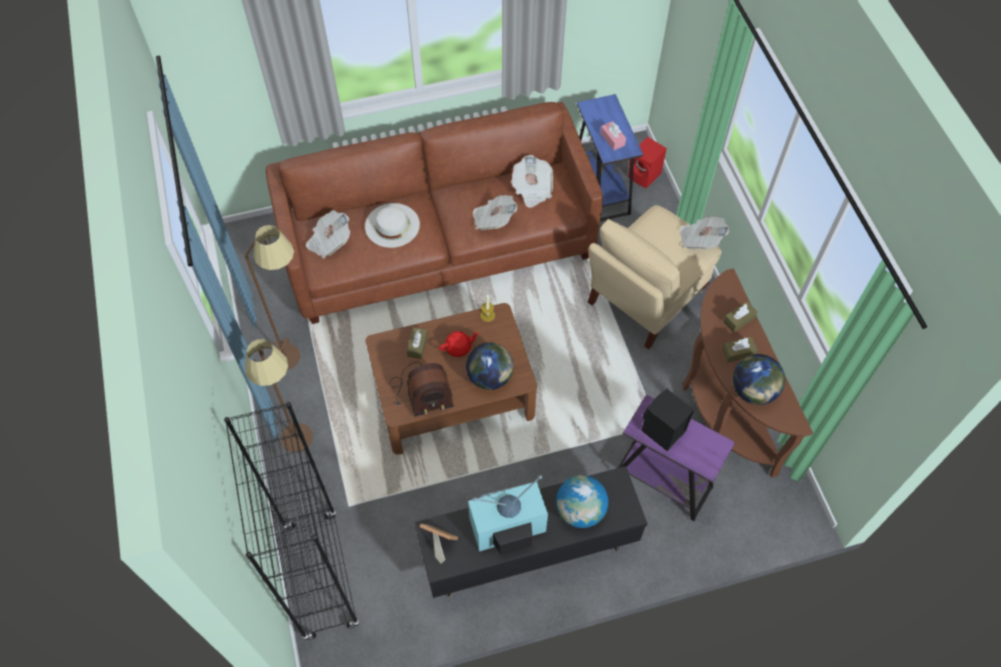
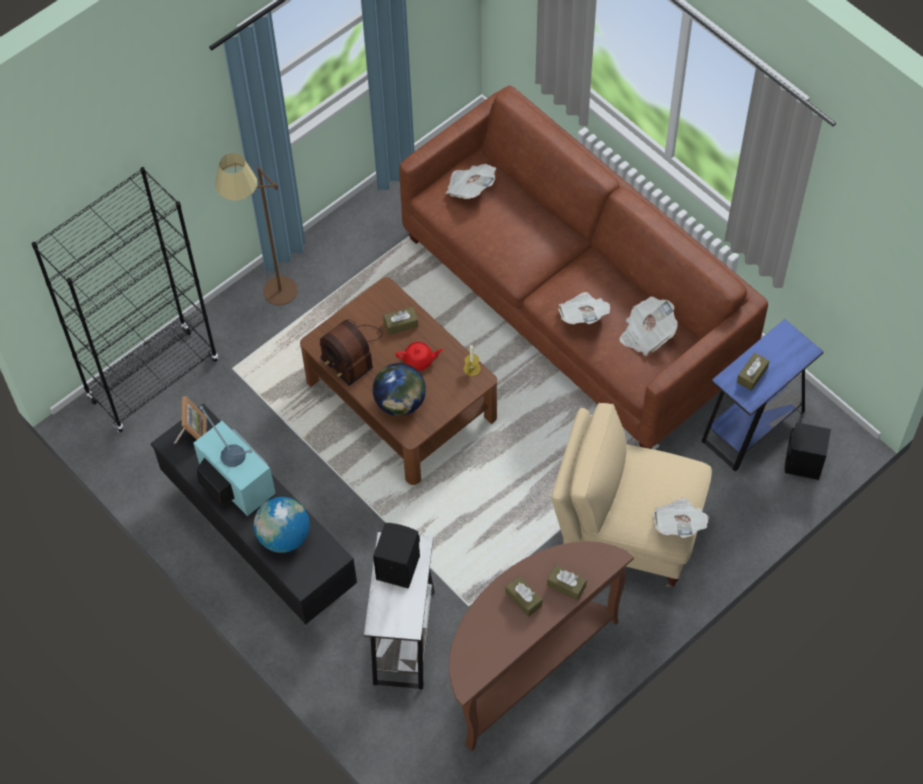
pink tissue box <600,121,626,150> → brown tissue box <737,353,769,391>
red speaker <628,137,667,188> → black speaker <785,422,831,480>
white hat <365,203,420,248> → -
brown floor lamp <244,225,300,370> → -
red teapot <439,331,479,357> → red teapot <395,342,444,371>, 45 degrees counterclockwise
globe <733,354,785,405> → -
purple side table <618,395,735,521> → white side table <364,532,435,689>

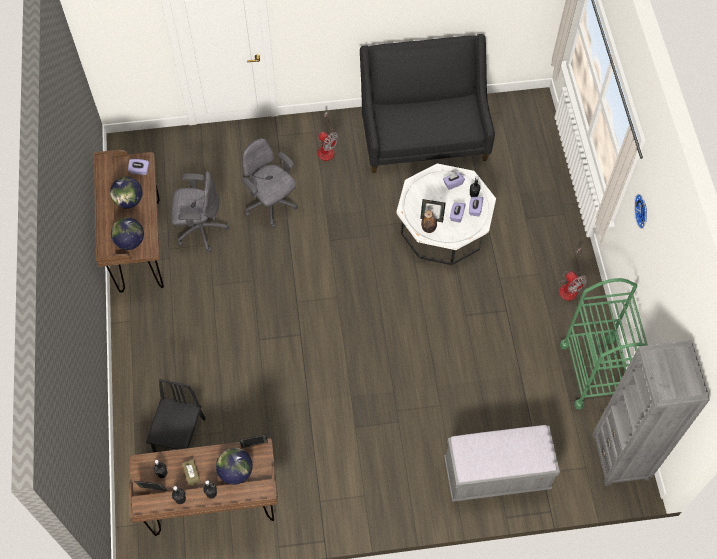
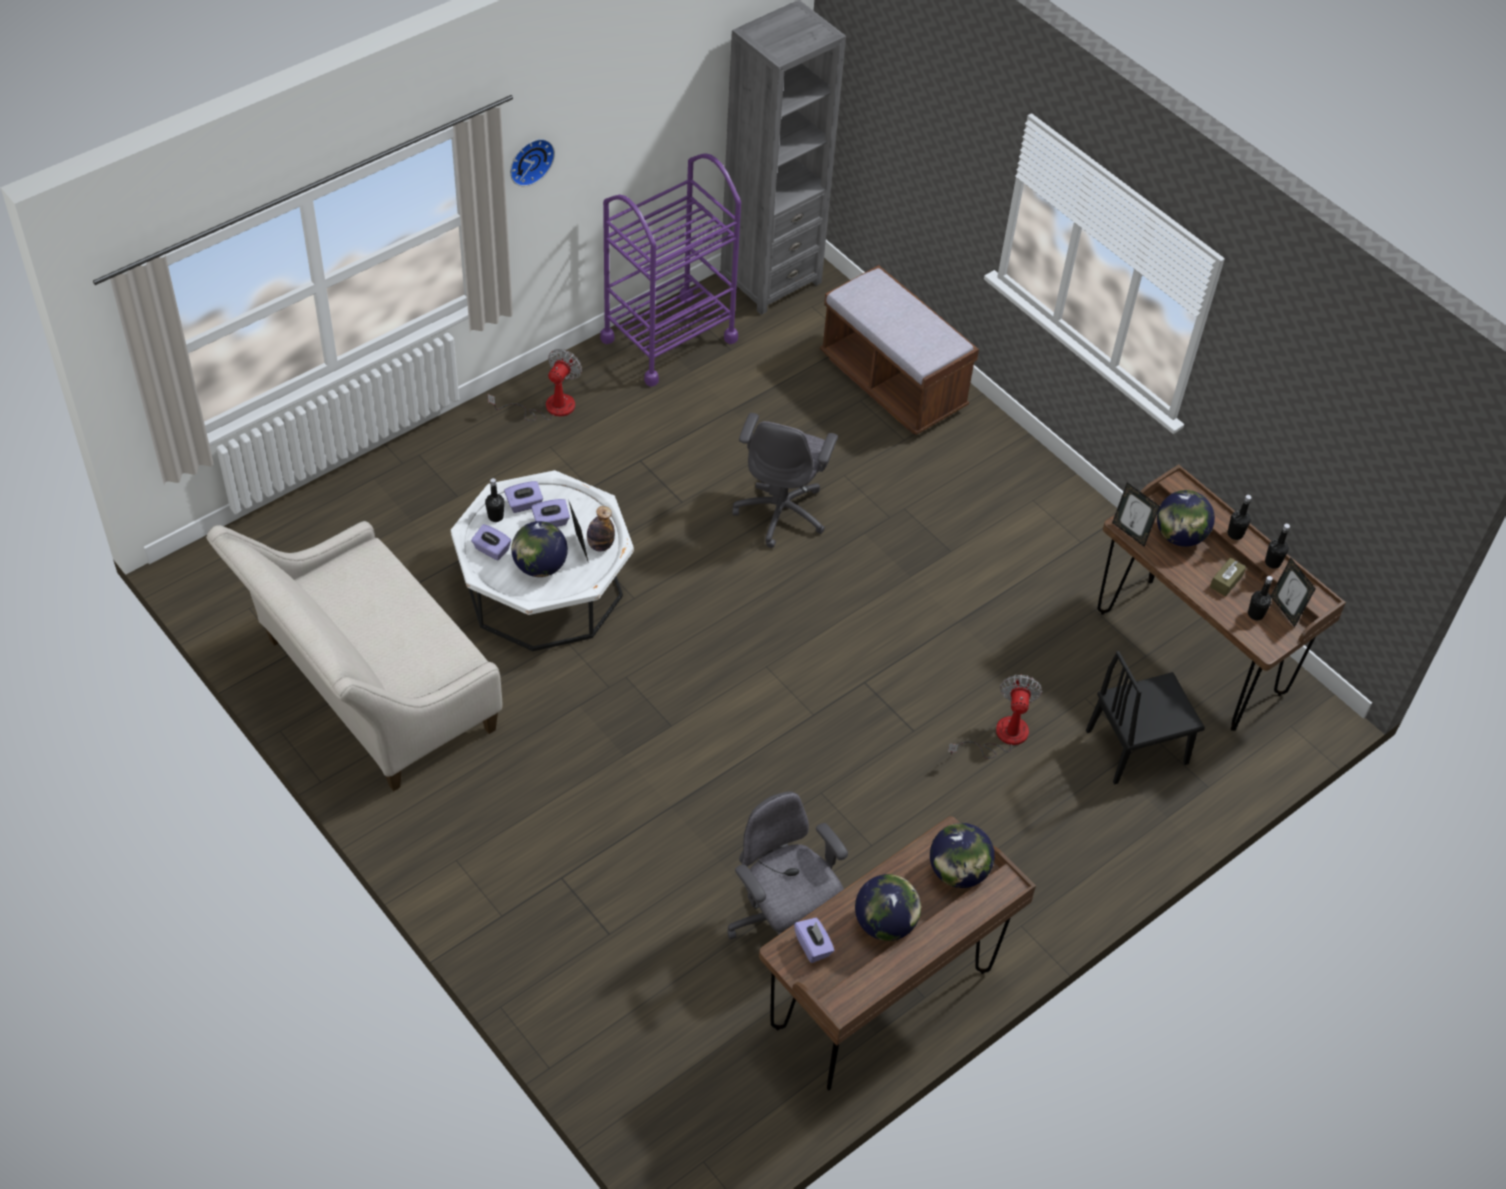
black sofa <360,34,495,173> → beige sofa <206,521,502,791>
fan <316,112,338,161> → fan <948,674,1042,759>, move
grey office chair <241,138,298,228> → grey office chair <733,413,838,548>, move
green cart <560,278,648,409> → purple cart <600,153,741,387>
grey bench <444,425,560,502> → brown bench <820,265,979,435>
- → globe <511,521,568,577>

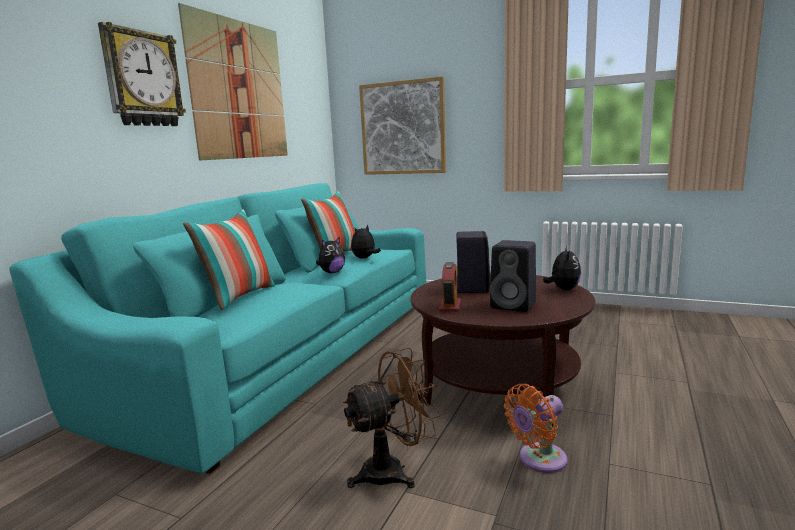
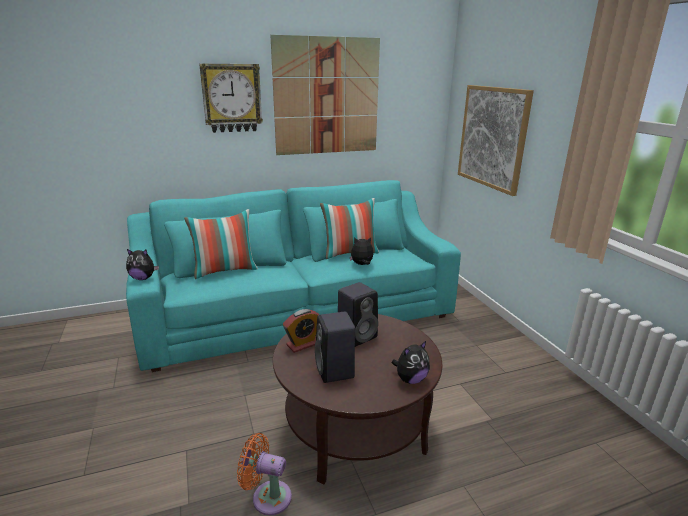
plush toy <316,236,345,273> → plush toy <126,249,159,280>, move
brown fan <343,348,441,488> → -

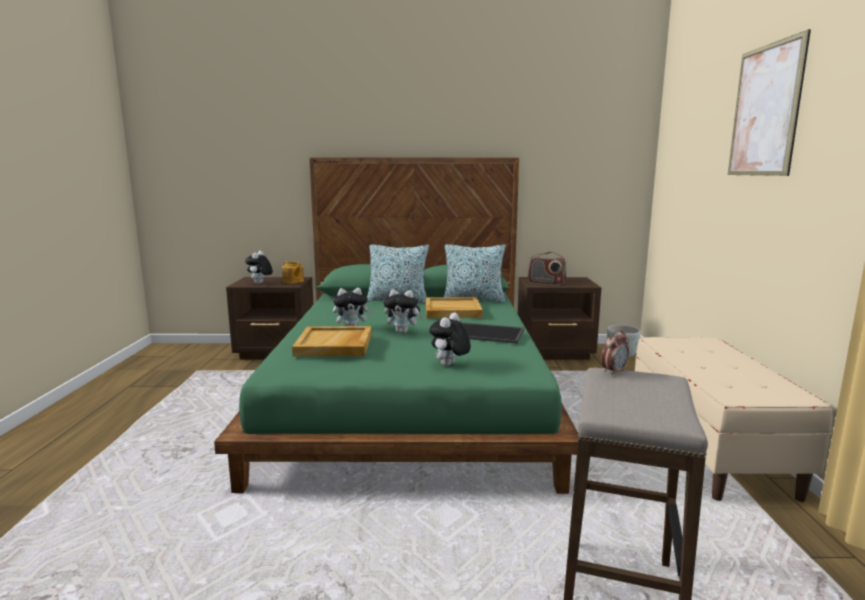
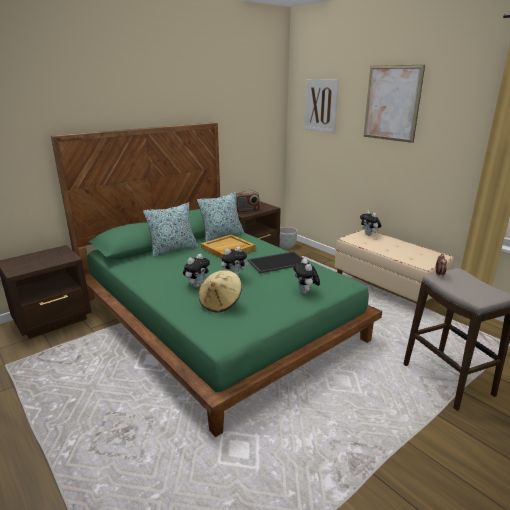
plush toy <245,251,273,284> → plush toy <360,210,382,235>, move
teapot <282,261,304,284> → -
beige tray <292,326,372,356> → beige hat <199,270,242,312>
- → picture <304,79,339,133>

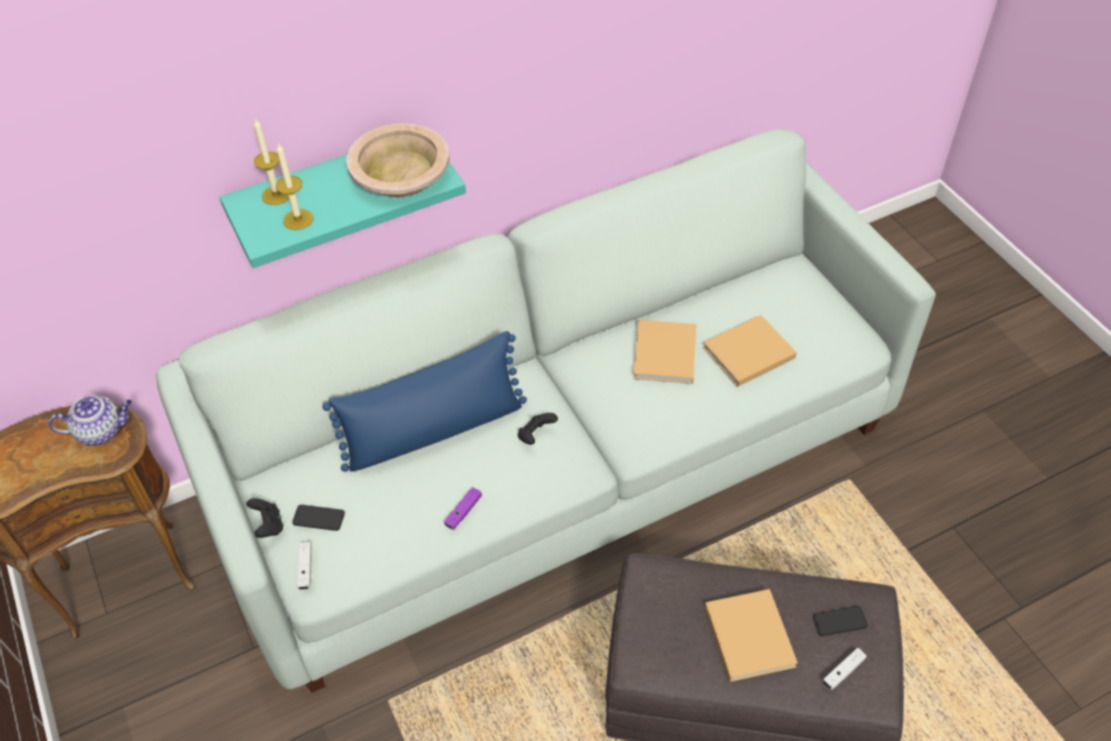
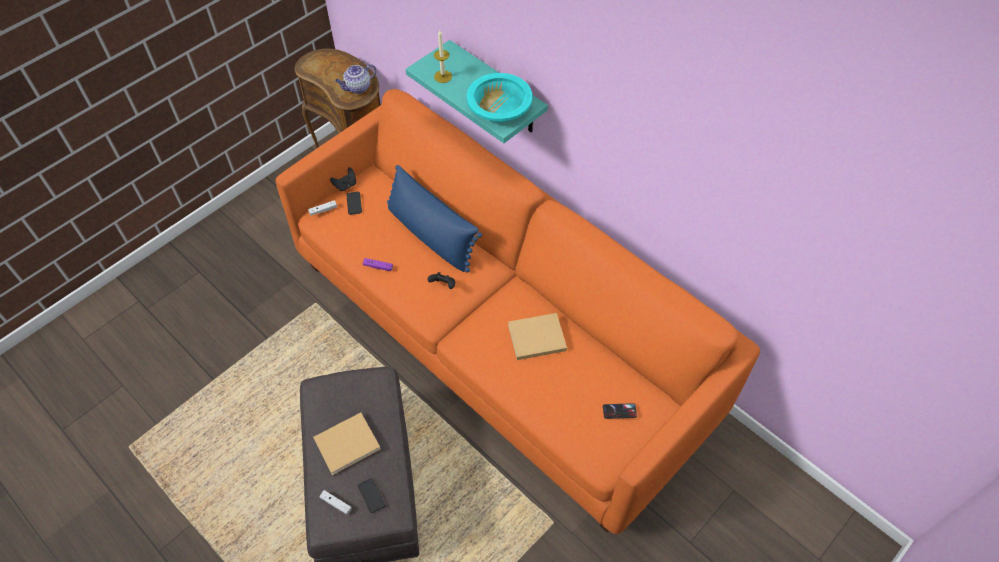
candle <254,118,289,205> → -
beige bowl <346,123,449,197> → turquoise bowl <467,73,532,122>
white sofa <156,129,936,693> → orange sofa <276,89,760,534>
beige book <703,315,797,387> → -
teapot <48,395,132,446> → teapot <335,64,377,94>, 90 degrees clockwise
- → phone <603,403,637,419>

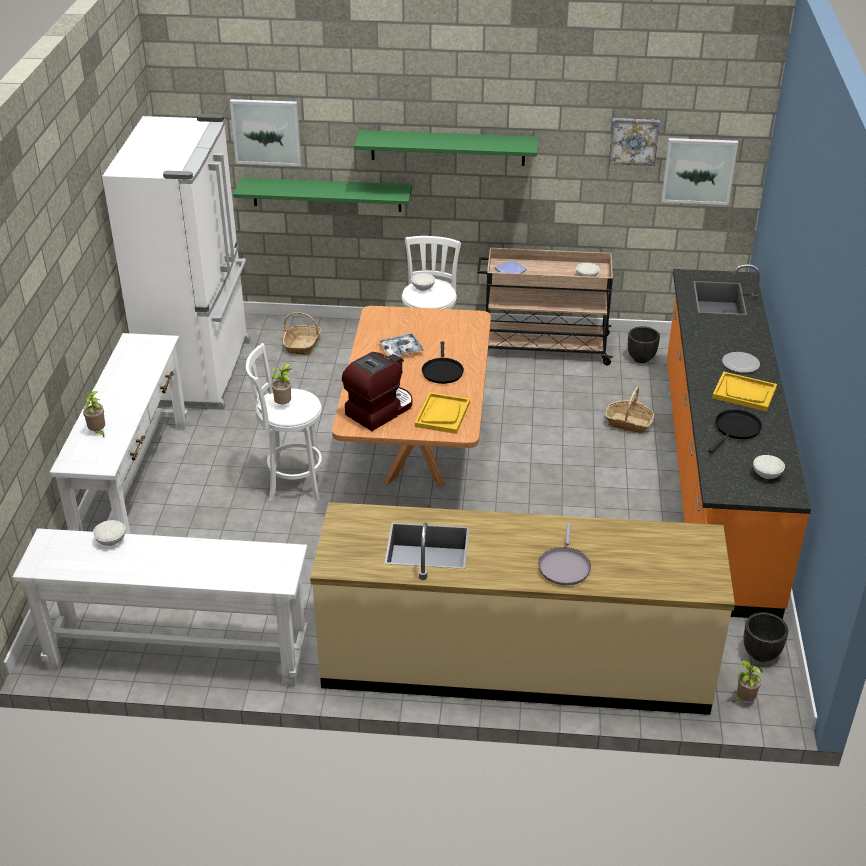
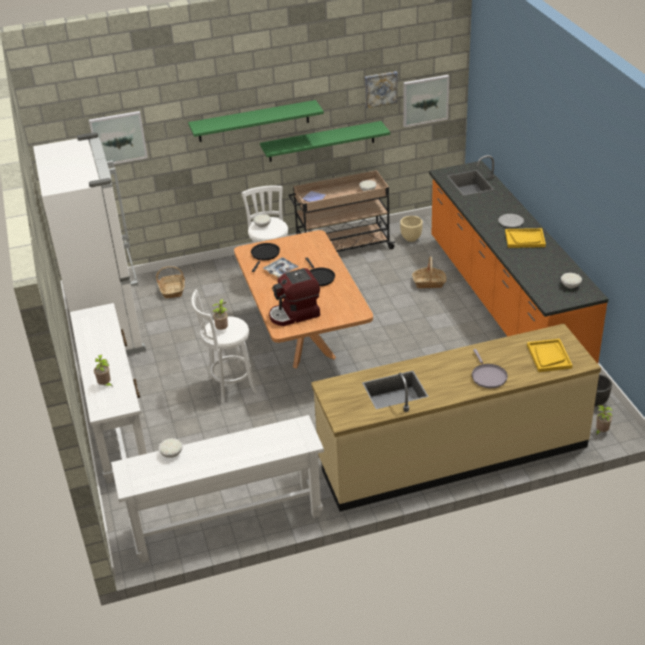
green shelf <233,178,412,212> → green shelf <260,121,390,162>, move
black planter <628,326,660,363> → beige planter <400,216,423,242>
coffee machine <342,352,412,431> → coffee machine <269,268,320,326>, 135 degrees counterclockwise
yellow tray <415,392,470,434> → yellow tray <527,339,573,372>, move
black frying pan <709,410,762,453> → black frying pan <251,243,280,272>, move

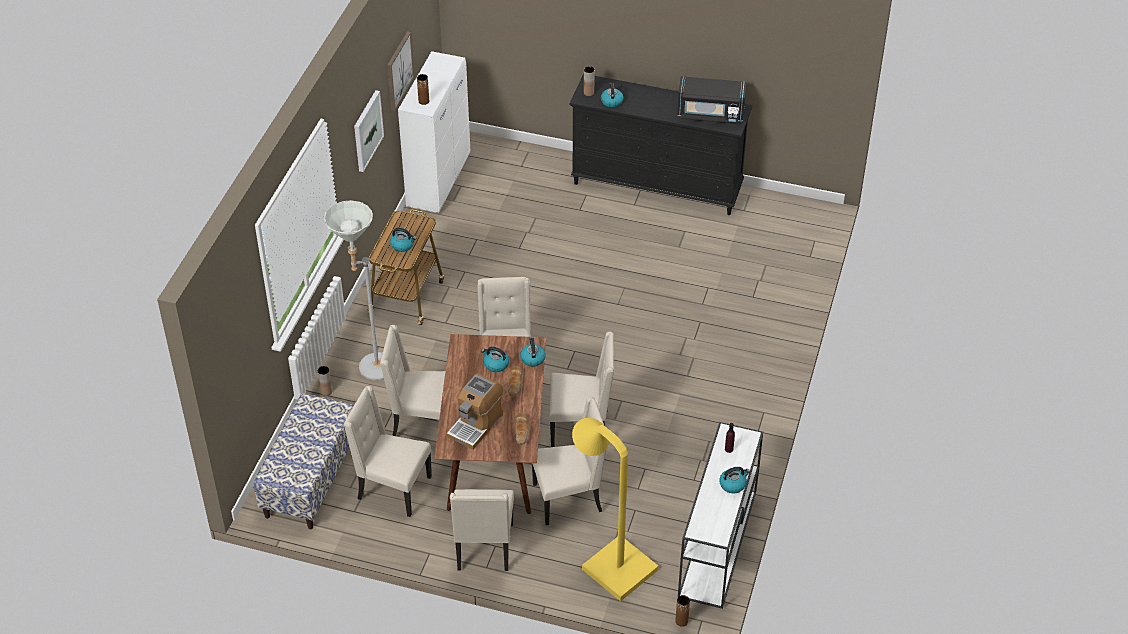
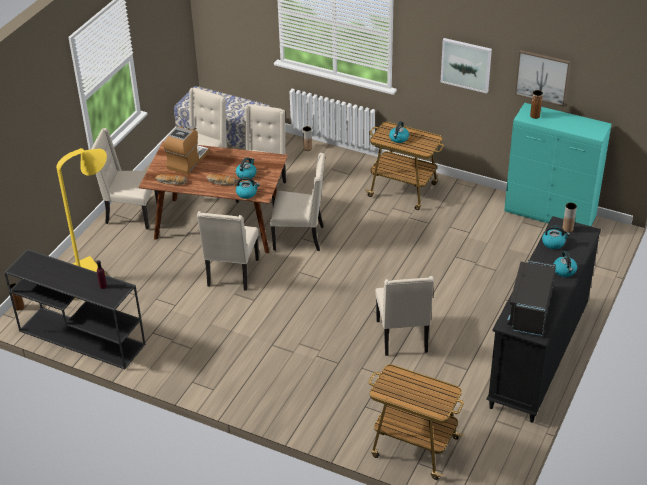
white cabinet <398,51,470,213> → turquoise cabinet <504,103,611,226>
grey floor lamp <324,200,384,380> → -
coffee machine <446,373,503,450> → coffee machine <163,126,209,175>, 75 degrees clockwise
beige chair <532,397,606,525> → beige chair <375,276,434,356>, move
white console table <678,422,763,609> → black console table <4,249,145,369>
kettle <719,467,750,493> → kettle <553,251,577,277>, move
- → cart <368,364,464,480>

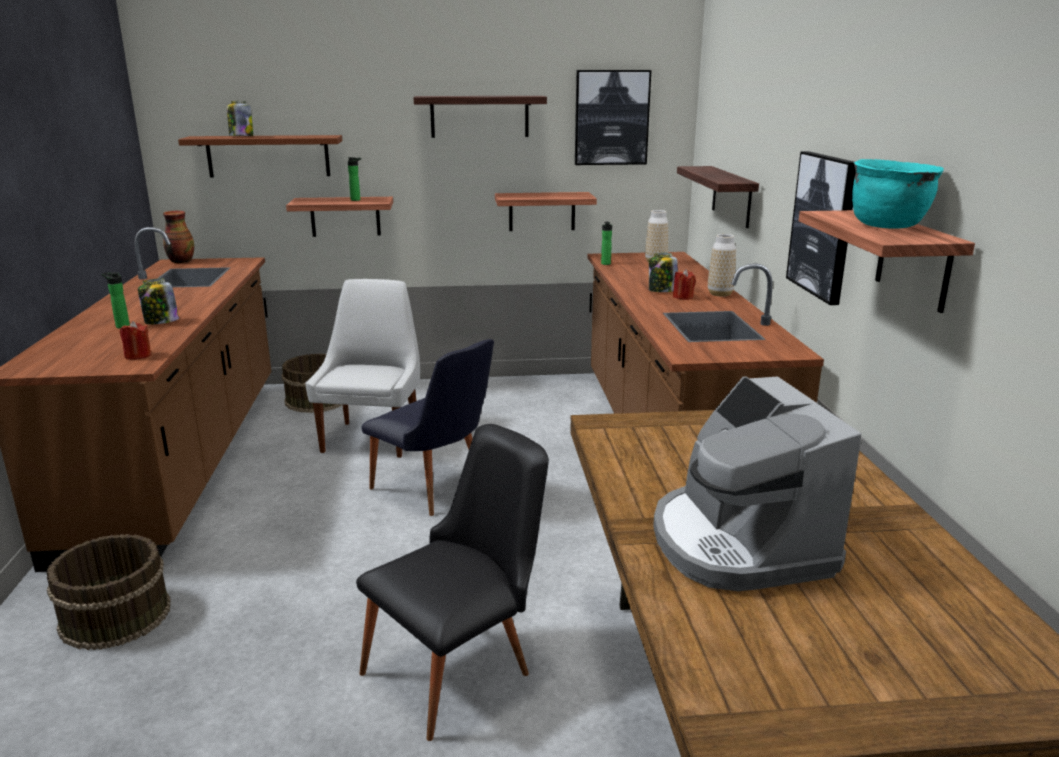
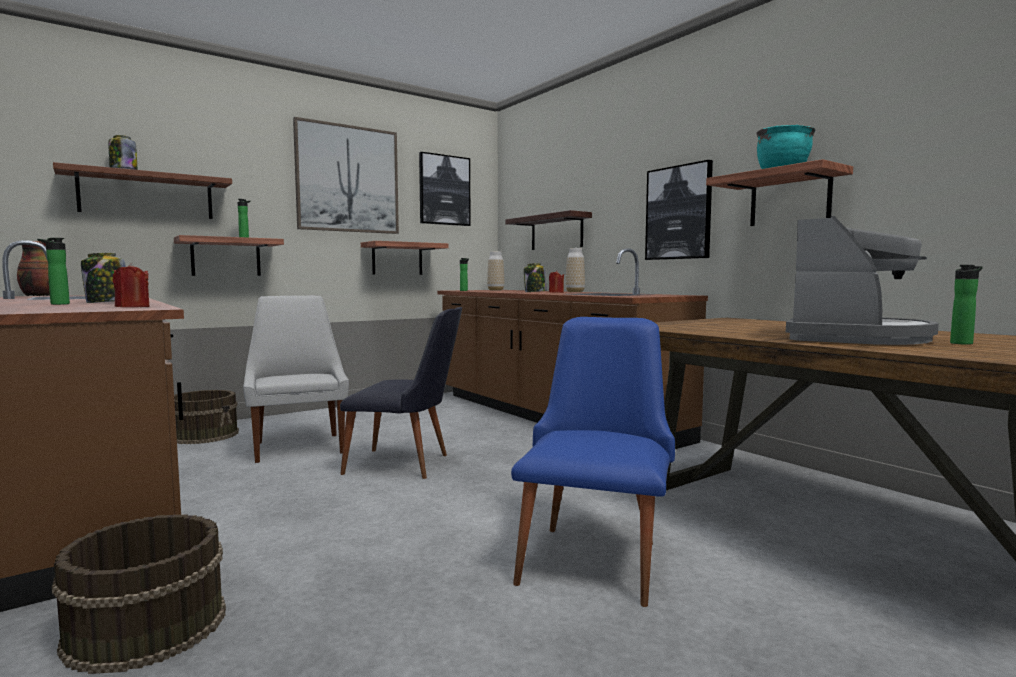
shelf <414,96,547,138> → picture <293,117,399,234>
coffee machine <653,376,862,591> → coffee machine <786,216,939,345>, 105 degrees counterclockwise
black chair <356,424,549,741> → blue chair <511,317,675,607>
- → bottle <950,265,983,345>

